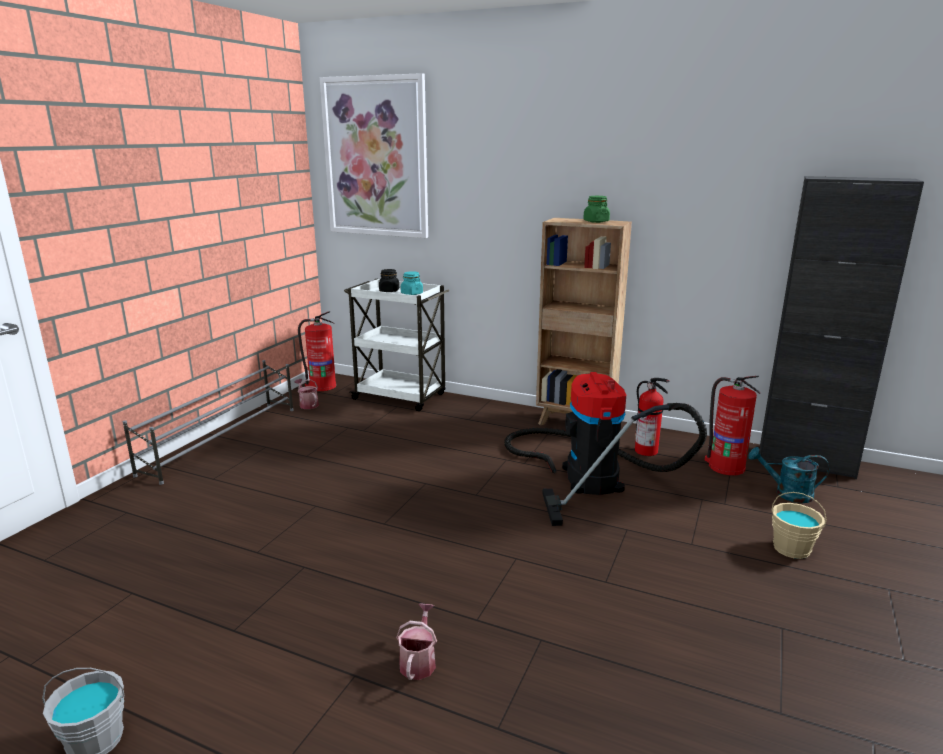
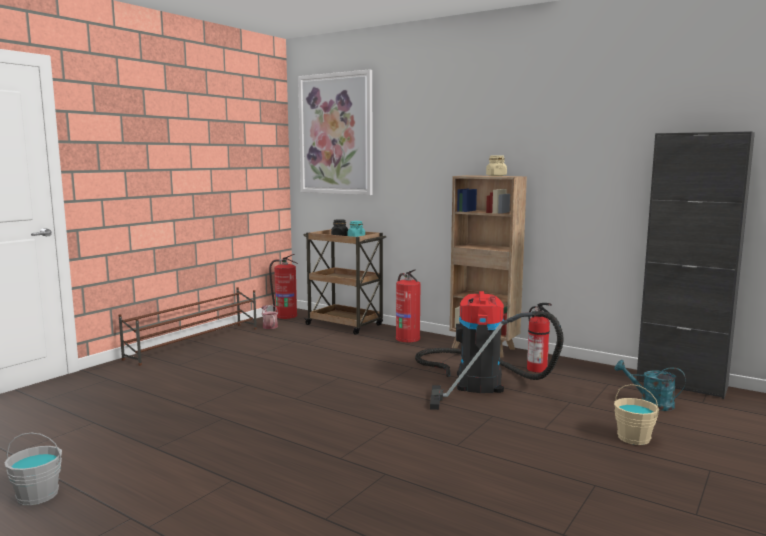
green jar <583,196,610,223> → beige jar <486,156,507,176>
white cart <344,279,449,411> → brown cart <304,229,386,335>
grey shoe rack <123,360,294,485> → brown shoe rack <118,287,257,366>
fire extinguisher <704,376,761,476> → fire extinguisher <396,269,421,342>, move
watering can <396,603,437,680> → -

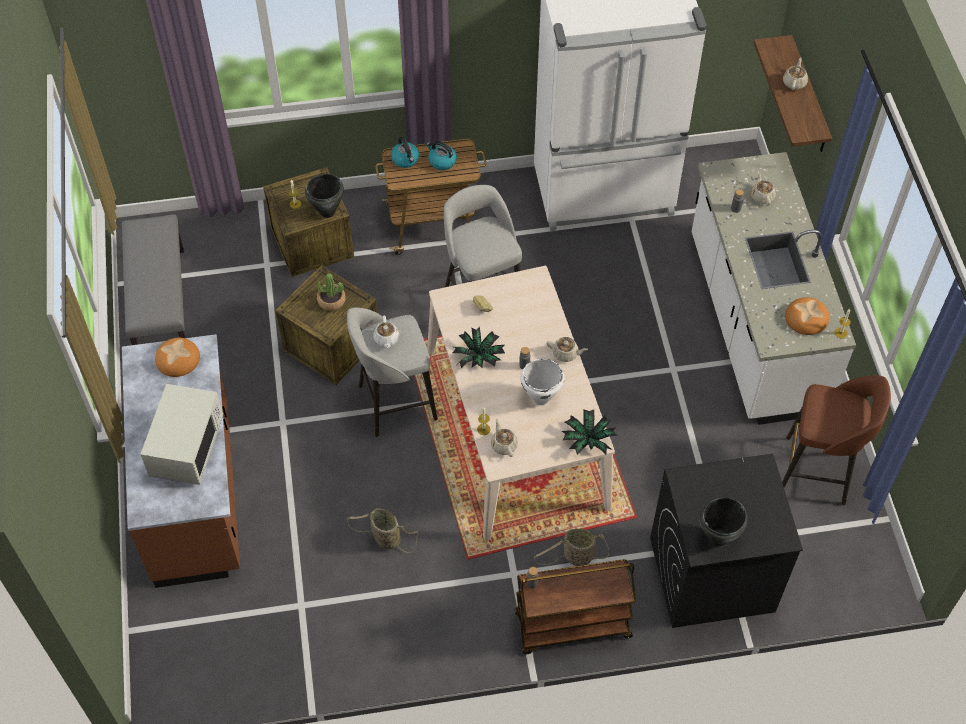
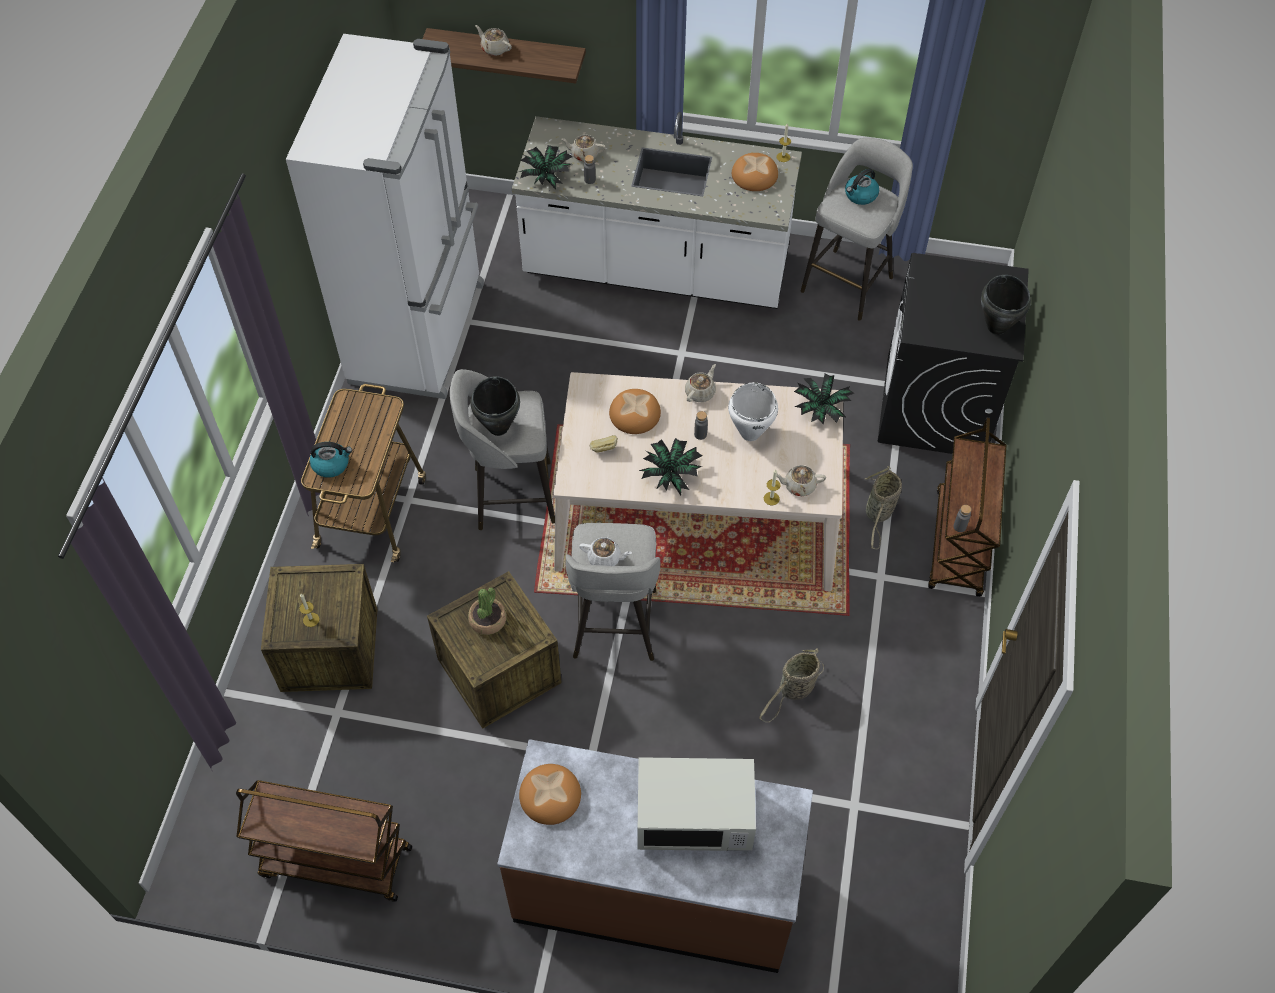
kettle <426,141,457,170> → kettle <845,168,879,205>, move
black cooking pot <305,174,344,218> → black cooking pot <470,376,520,436>, move
grey bench <122,214,186,345> → brown cart <236,780,412,902>
brown stool <782,375,891,505> → grey stool <801,138,913,321>
white microwave <140,384,223,485> → white microwave <638,757,756,851>, 150 degrees clockwise
- → potted plant <519,145,573,190>
- → bread <609,389,661,434>

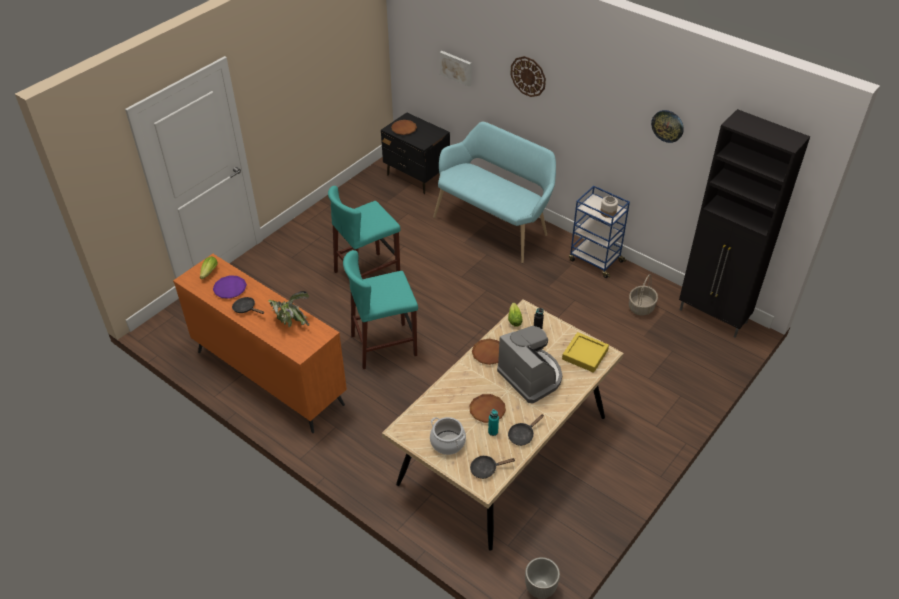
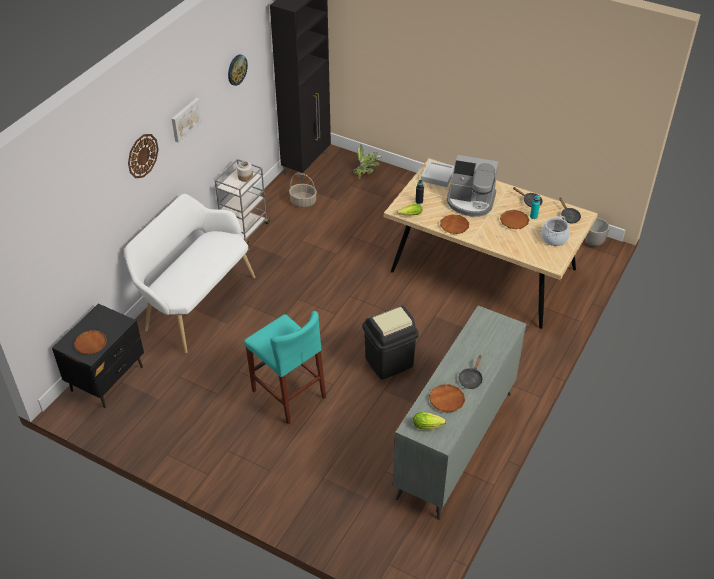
picture <440,51,472,86> → picture <172,98,203,143>, move
turquoise bench <433,122,556,263> → white bench <124,194,255,353>
blue cart <569,186,630,278> → grey cart <215,159,270,244>
turquoise stool <343,250,418,369> → black trash can <363,306,419,380>
orange dresser <173,254,347,433> → grey dresser <393,306,526,520>
purple plate <213,275,247,299> → brown plate <429,384,465,412>
potted plant <268,291,309,328> → potted plant <353,145,382,179>, move
coffee machine <497,326,562,403> → coffee machine <447,155,498,217>, 120 degrees counterclockwise
yellow tray <562,332,609,373> → grey tray <421,160,454,187>

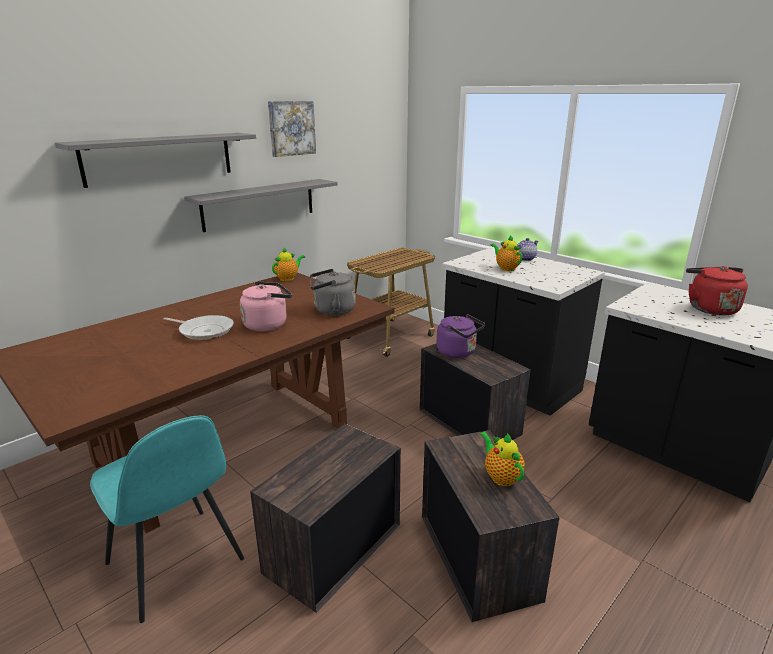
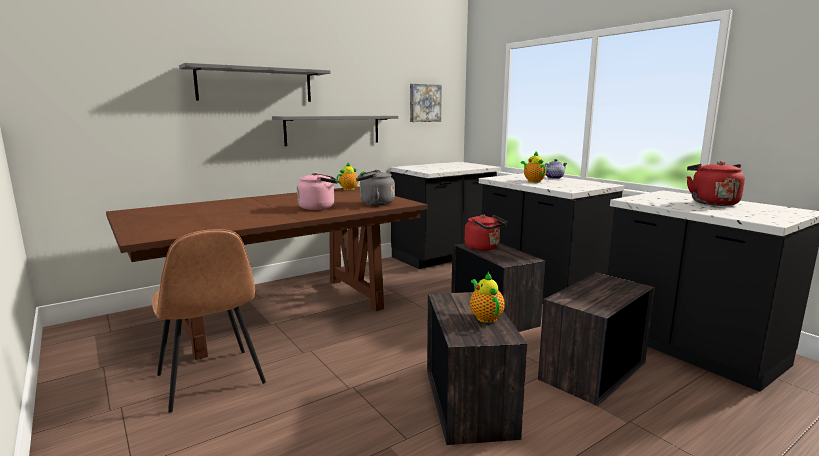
picture <268,101,316,157> → picture <410,84,442,122>, move
cart <347,248,435,357> → black counter <390,162,501,269>
purple kettle <436,314,485,358> → red kettle <465,215,508,251>
frying pan <164,315,234,340> → -
turquoise chair <90,415,244,623> → brown chair <152,229,266,413>
crate <250,424,401,613> → crate <538,273,655,406>, move

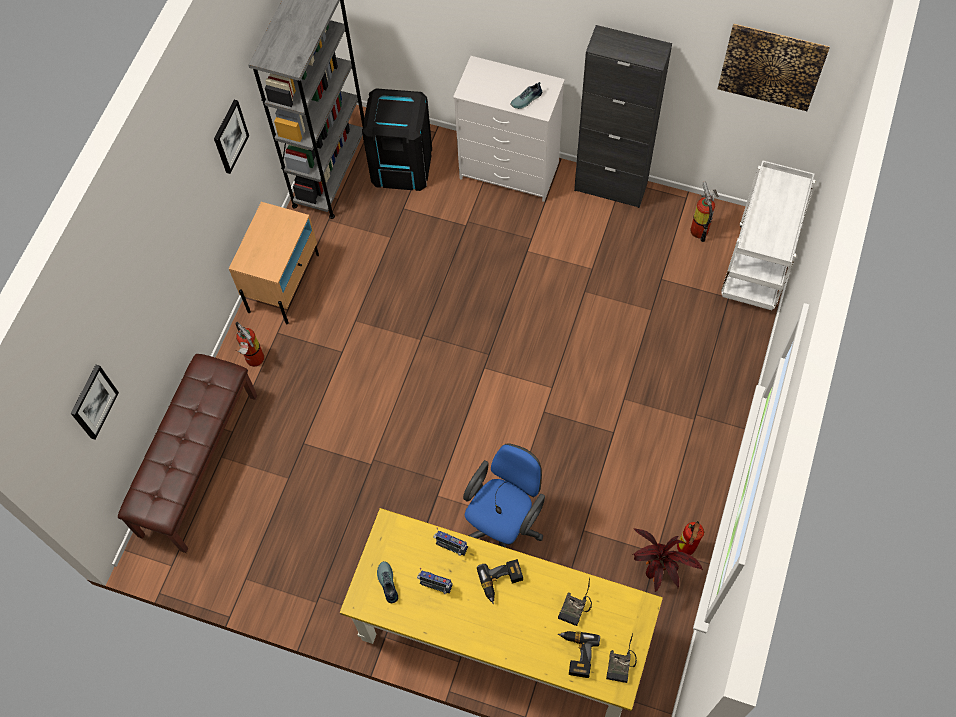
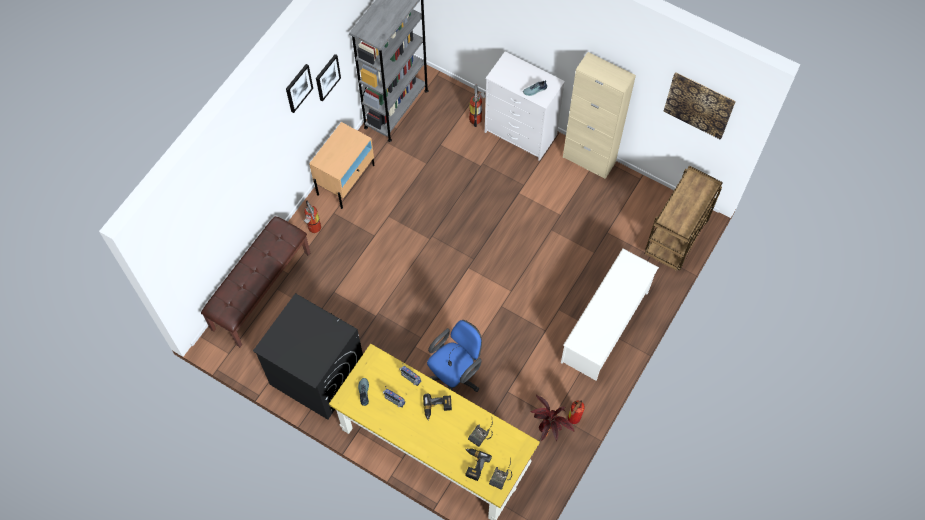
black cabinet <574,25,672,208> → beige cabinet <563,52,636,179>
black trash can <362,88,432,191> → -
white cart <721,160,816,310> → brown cart <645,166,723,271>
fire extinguisher <690,181,719,242> → fire extinguisher <469,85,486,127>, move
picture <71,365,119,440> → picture <286,64,313,113>, move
- → white shoe rack <561,249,659,380>
- → black washing machine <253,293,363,420>

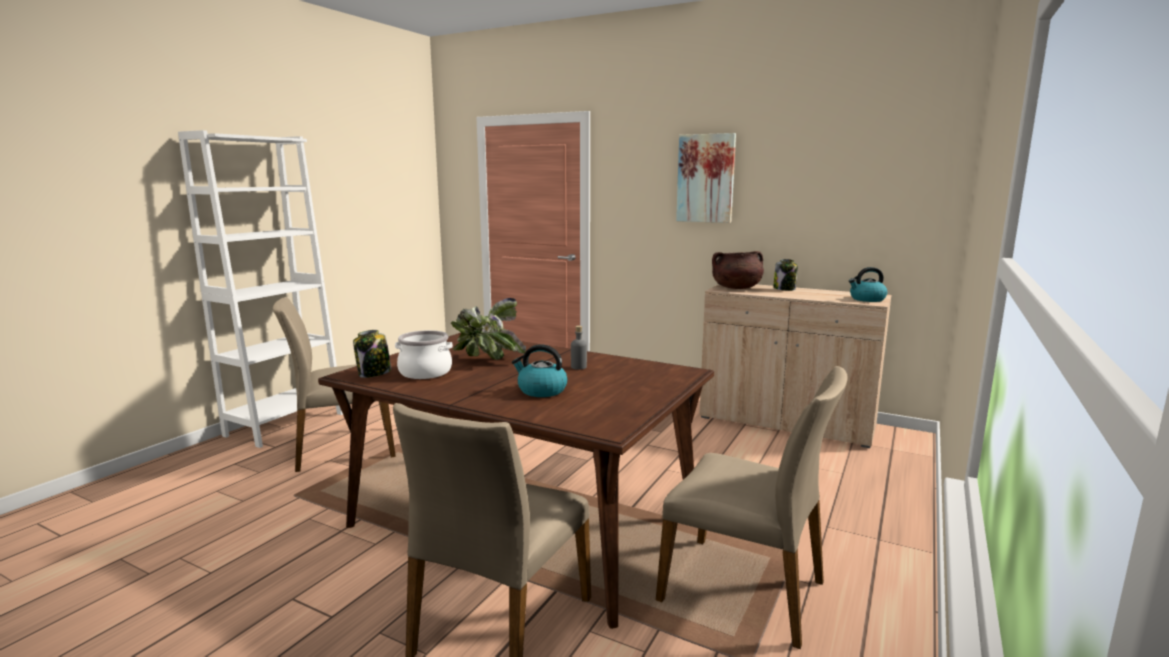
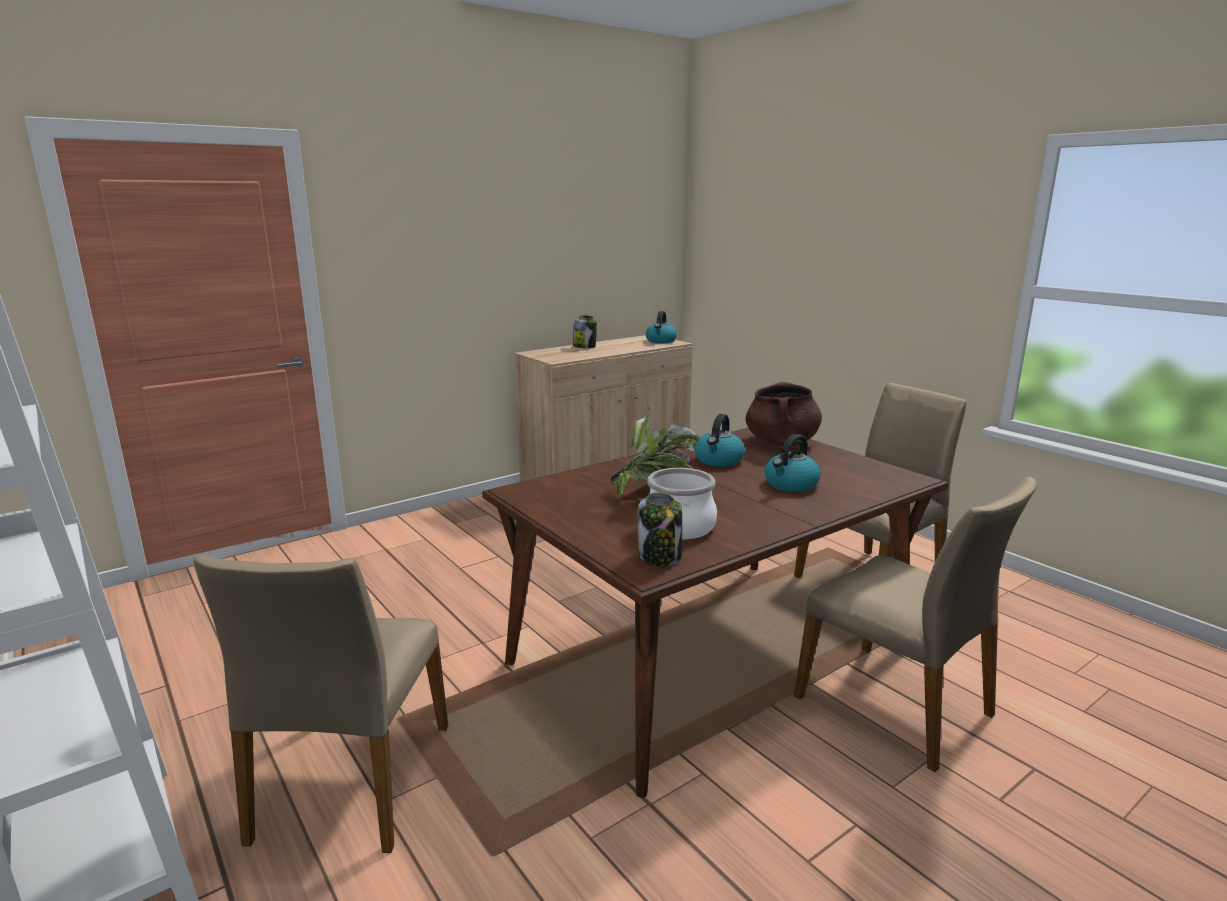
picture <676,133,736,223> → -
brown cooking pot <712,251,764,289> → brown cooking pot <746,382,822,446>, move
grey bottle <571,326,587,370> → kettle <695,414,745,467>

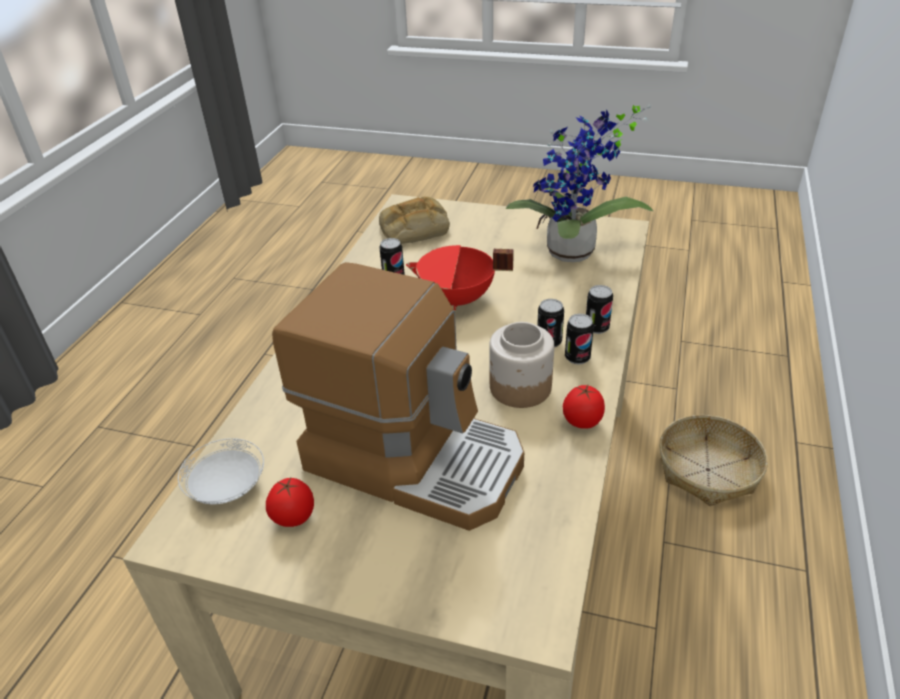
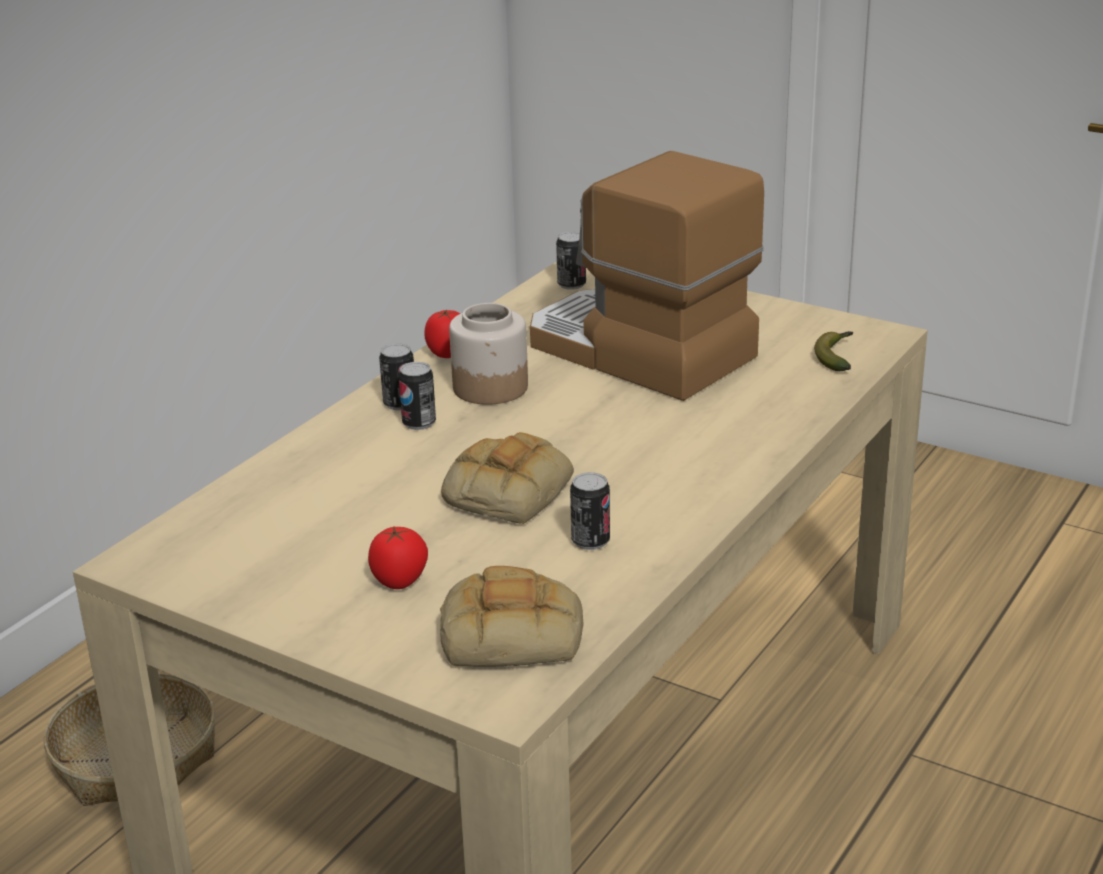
potted plant <506,104,653,262> → -
red cooking pot <406,245,514,310> → bread <441,432,574,524>
can <586,285,613,334> → can <556,231,586,290>, move
white plate <178,438,264,504> → banana <814,331,853,371>
tomato <266,478,314,527> → tomato <368,527,428,589>, move

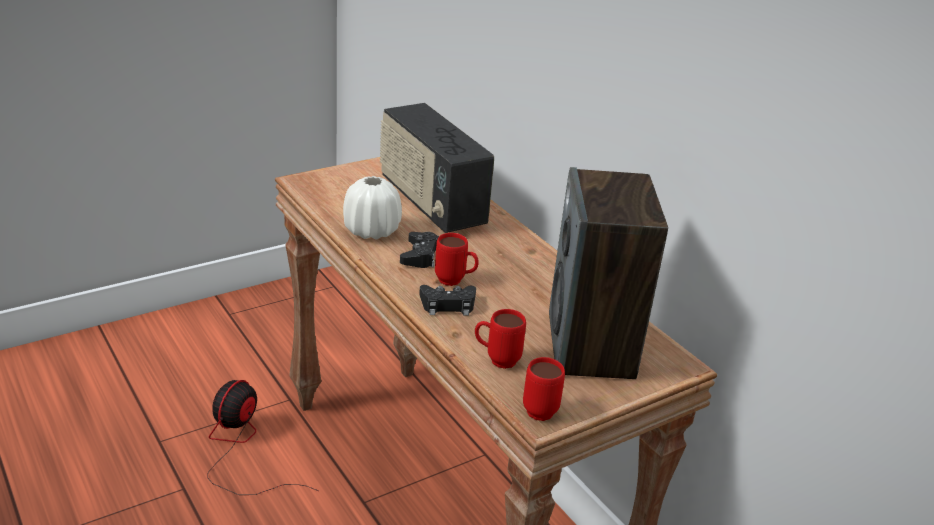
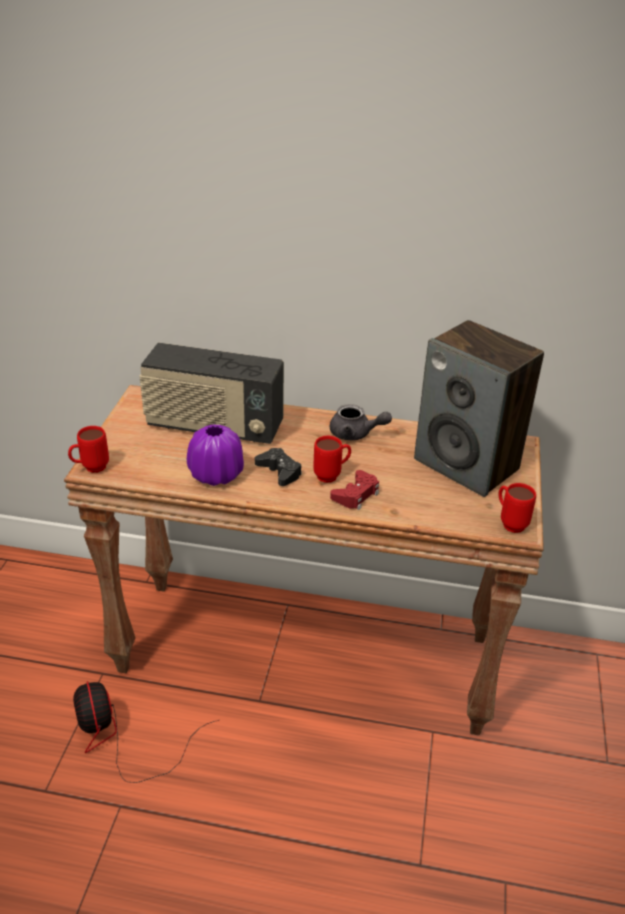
white vase <343,176,402,240> → purple vase <187,425,244,486>
black game controller <419,285,476,316> → red game controller <330,470,379,510>
red mug <475,309,526,369> → red mug <68,426,109,473>, move
- → grey teapot <330,404,392,440>

